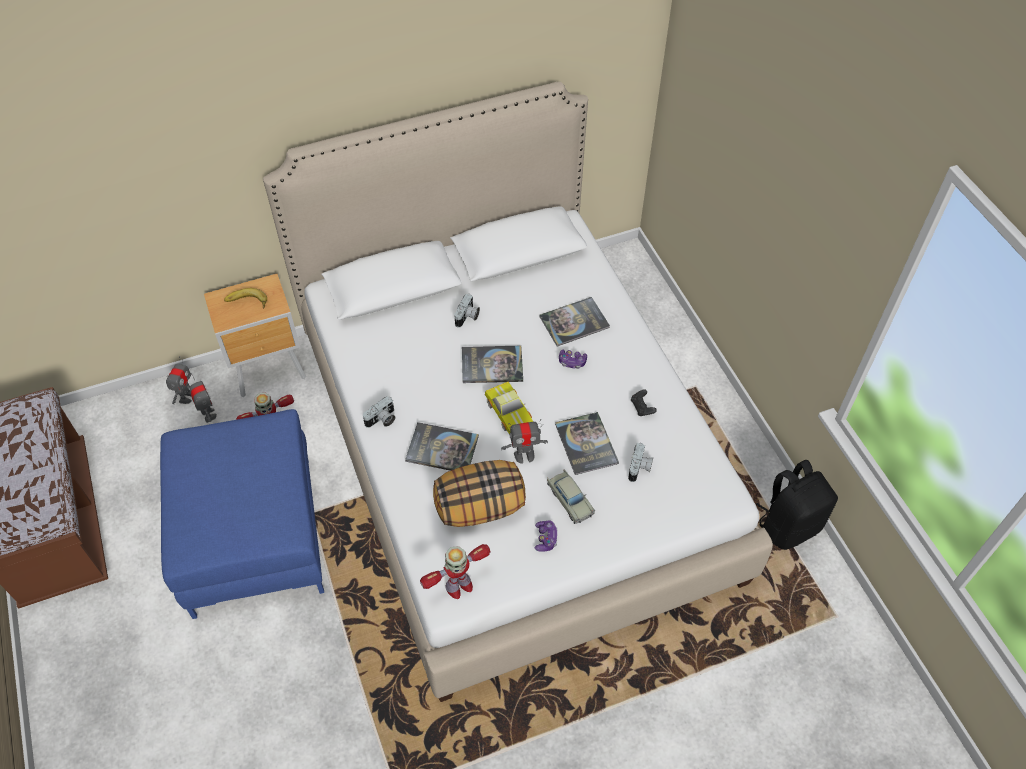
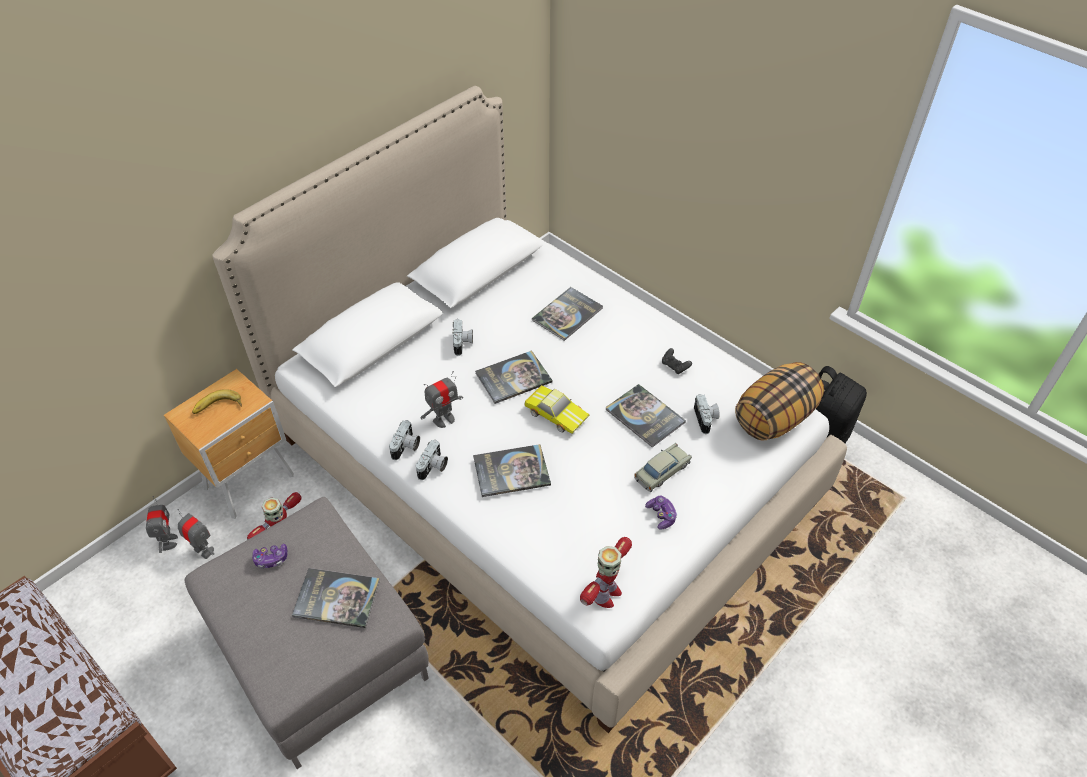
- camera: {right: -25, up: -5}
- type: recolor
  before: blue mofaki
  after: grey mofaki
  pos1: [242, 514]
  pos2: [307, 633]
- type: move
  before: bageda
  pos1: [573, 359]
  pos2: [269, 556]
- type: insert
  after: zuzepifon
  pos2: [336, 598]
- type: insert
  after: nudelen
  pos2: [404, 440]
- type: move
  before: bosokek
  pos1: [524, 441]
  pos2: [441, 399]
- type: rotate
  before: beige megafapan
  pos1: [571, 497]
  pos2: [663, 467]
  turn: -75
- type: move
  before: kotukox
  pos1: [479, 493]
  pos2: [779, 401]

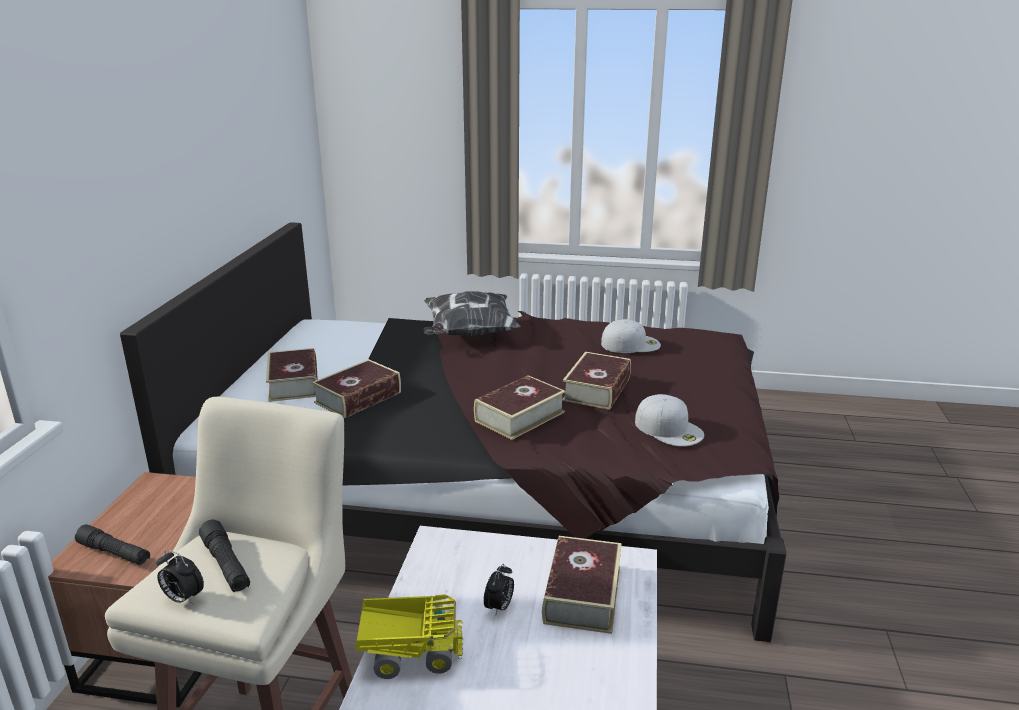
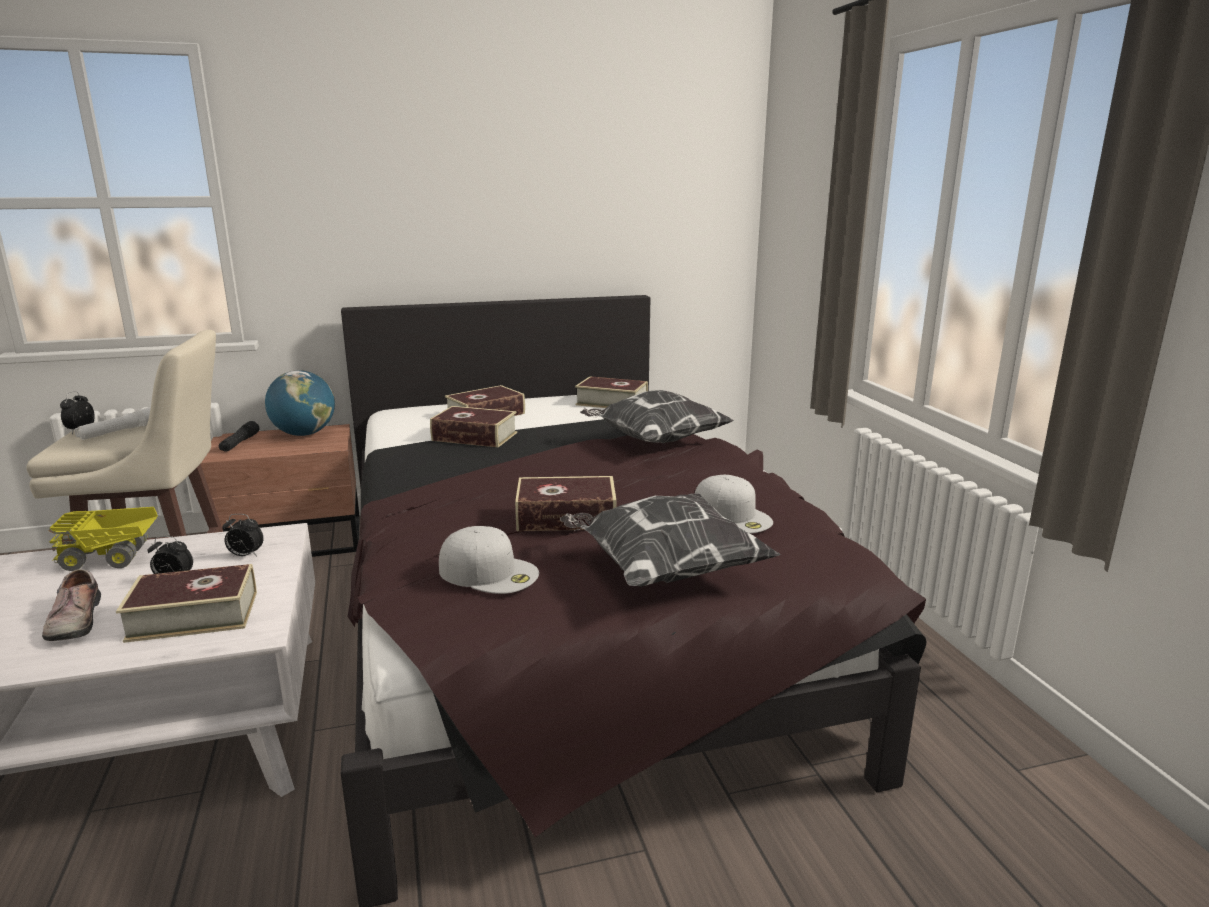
- camera: {right: 65, up: -5}
- type: insert
  after: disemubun
  pos2: [71, 605]
- type: rotate
  before: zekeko
  pos1: [409, 636]
  pos2: [103, 539]
  turn: 105
- type: recolor
  before: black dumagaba
  after: white dumagaba
  pos1: [224, 555]
  pos2: [112, 423]
- type: insert
  after: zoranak
  pos2: [243, 535]
- type: insert
  after: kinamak
  pos2: [300, 403]
- type: rotate
  before: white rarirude
  pos1: [669, 420]
  pos2: [489, 560]
  turn: -90
- type: insert
  after: kotukox
  pos2: [670, 540]
- type: move
  before: zuzepifon
  pos1: [519, 407]
  pos2: [611, 392]

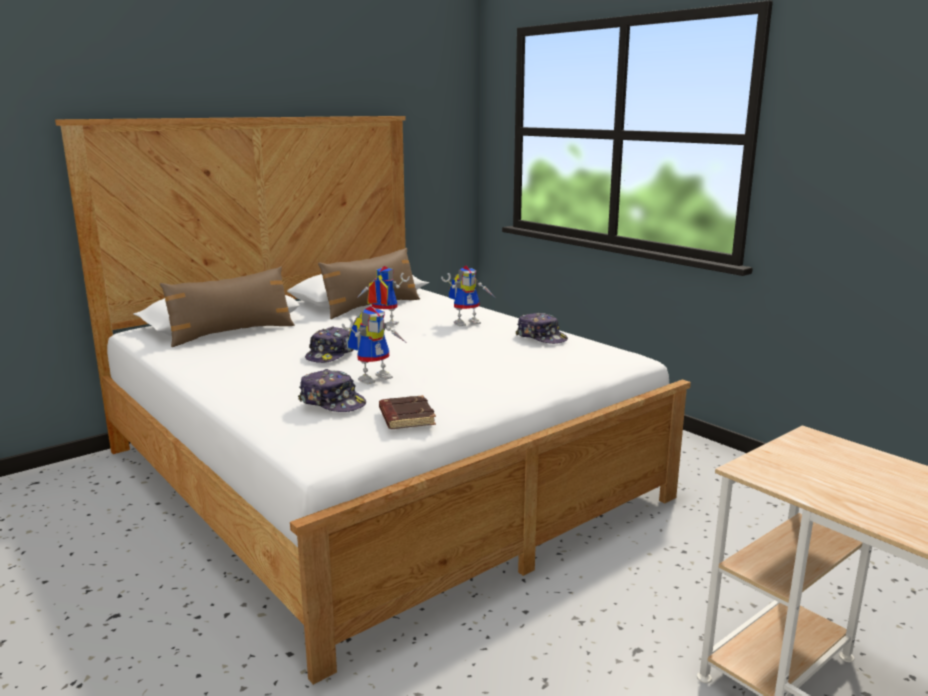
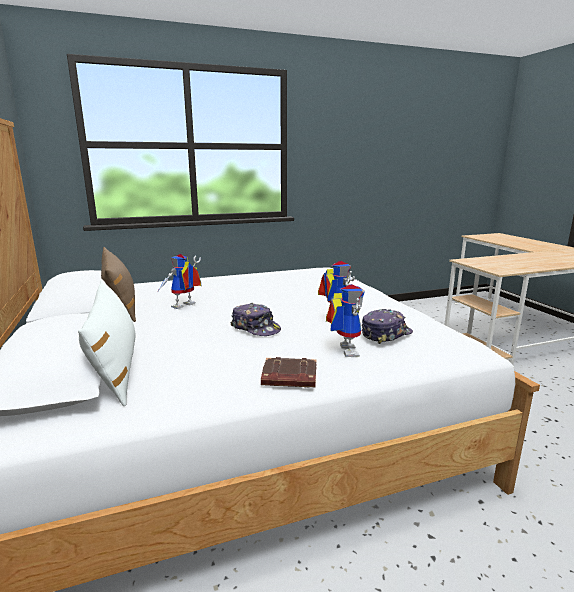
- camera: {right: -70, up: 0}
- type: recolor
  before: brown kotukox
  after: white kotukox
  pos1: [227, 306]
  pos2: [106, 342]
- type: move
  before: brown zuzepifon
  pos1: [407, 412]
  pos2: [289, 372]
- type: move
  before: bosokek
  pos1: [467, 296]
  pos2: [345, 320]
- type: delete
  before: rarirude
  pos1: [541, 328]

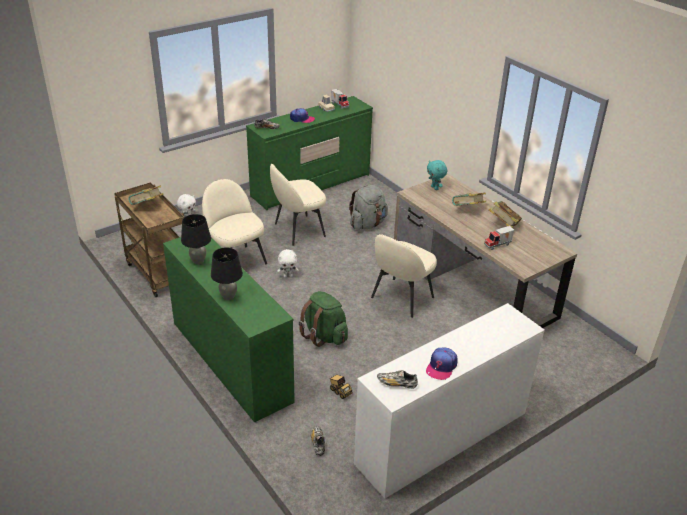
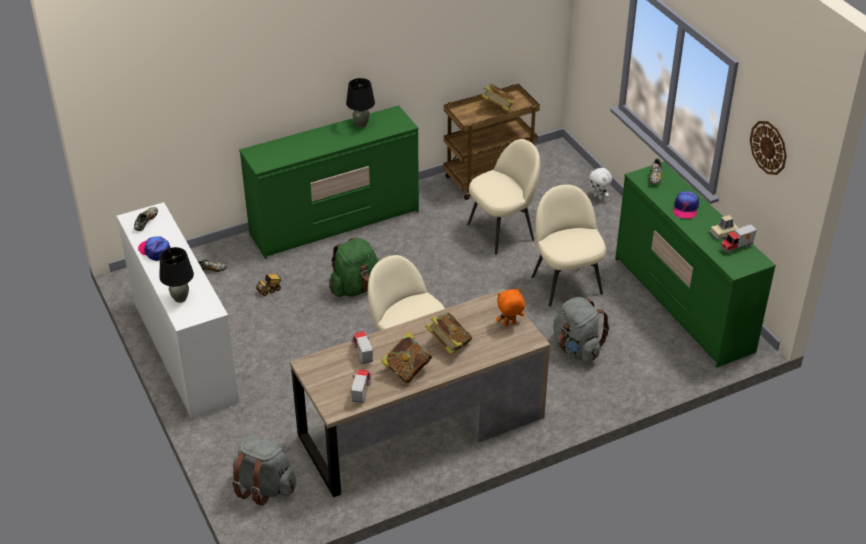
- camera: {right: 100, up: 5}
- type: move
  before: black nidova
  pos1: [227, 273]
  pos2: [176, 275]
- type: insert
  after: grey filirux
  pos2: [264, 471]
- type: insert
  after: zekeko
  pos2: [361, 386]
- type: recolor
  before: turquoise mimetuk
  after: orange mimetuk
  pos1: [437, 175]
  pos2: [510, 307]
- type: insert
  after: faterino
  pos2: [768, 148]
- type: delete
  before: white mimetuk
  pos1: [288, 263]

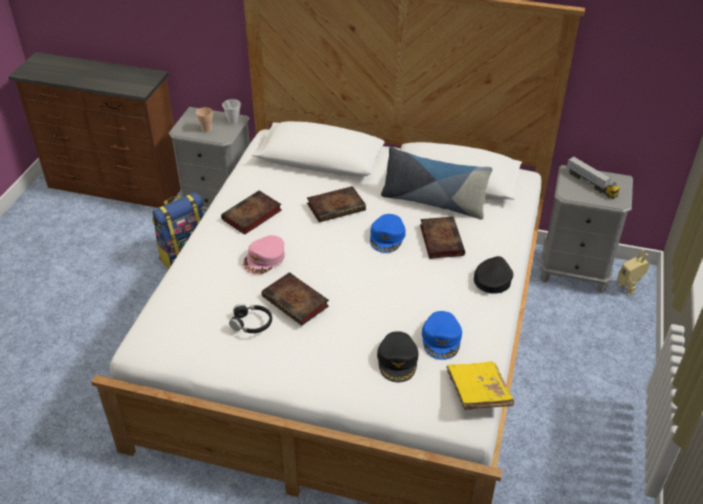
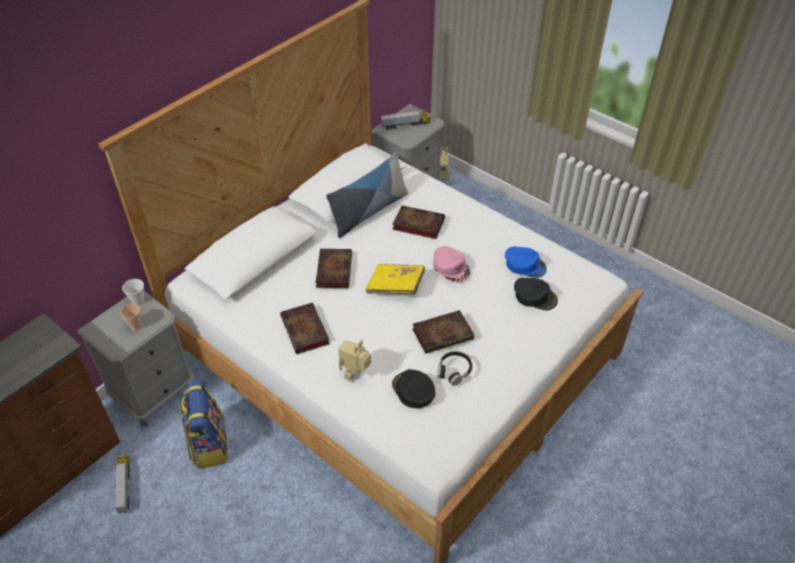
- camera: {right: -65, up: 5}
- type: insert
  after: zekeko
  pos2: [122, 483]
- type: insert
  after: bosokek
  pos2: [354, 360]
- type: move
  before: yellow zuzepifon
  pos1: [480, 385]
  pos2: [395, 279]
- type: move
  before: black rarirude
  pos1: [493, 275]
  pos2: [413, 388]
- type: move
  before: pink rarirude
  pos1: [264, 255]
  pos2: [451, 264]
- type: delete
  before: blue rarirude
  pos1: [388, 233]

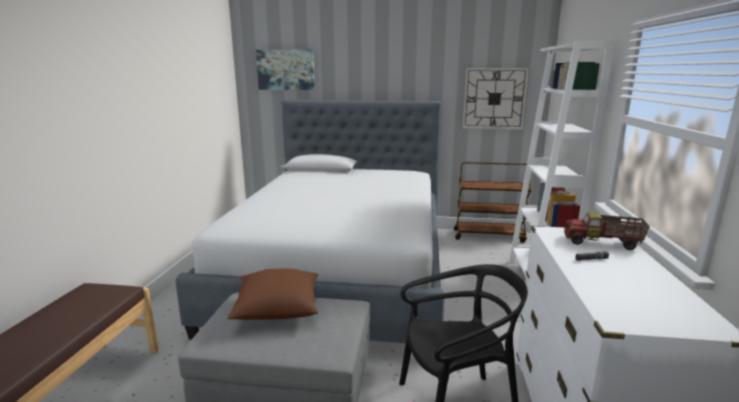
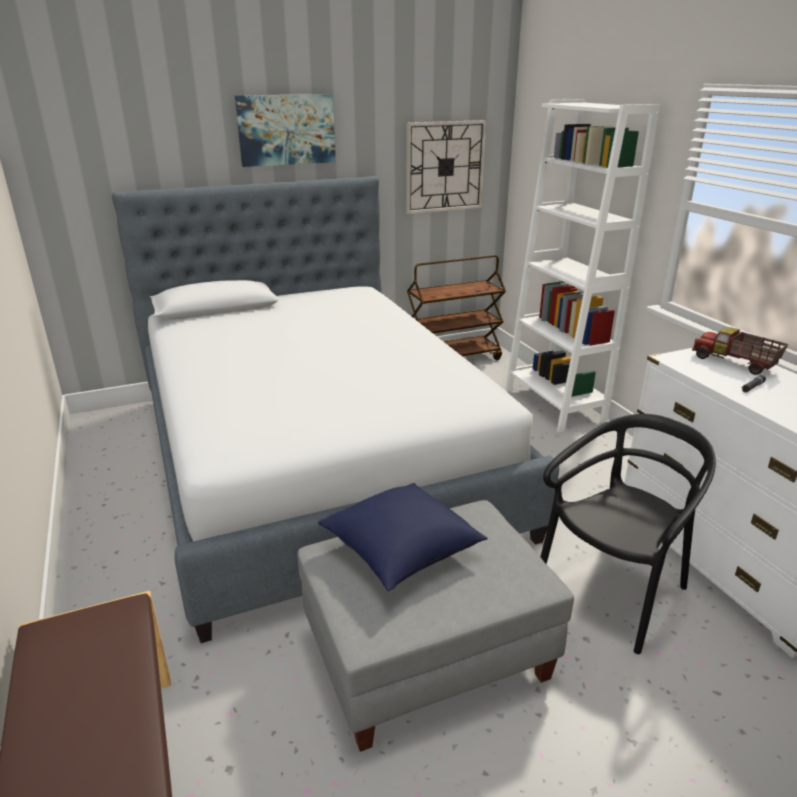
- camera: {right: -30, up: 10}
- type: move
  before: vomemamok
  pos1: [285, 70]
  pos2: [285, 130]
- type: recolor
  before: brown kotukox
  after: blue kotukox
  pos1: [272, 294]
  pos2: [402, 537]
- type: rotate
  before: zekeko
  pos1: [607, 231]
  pos2: [740, 351]
  turn: 60

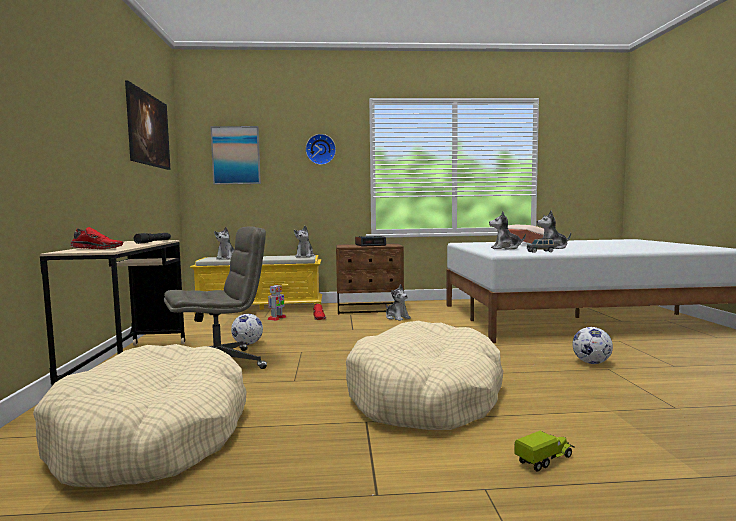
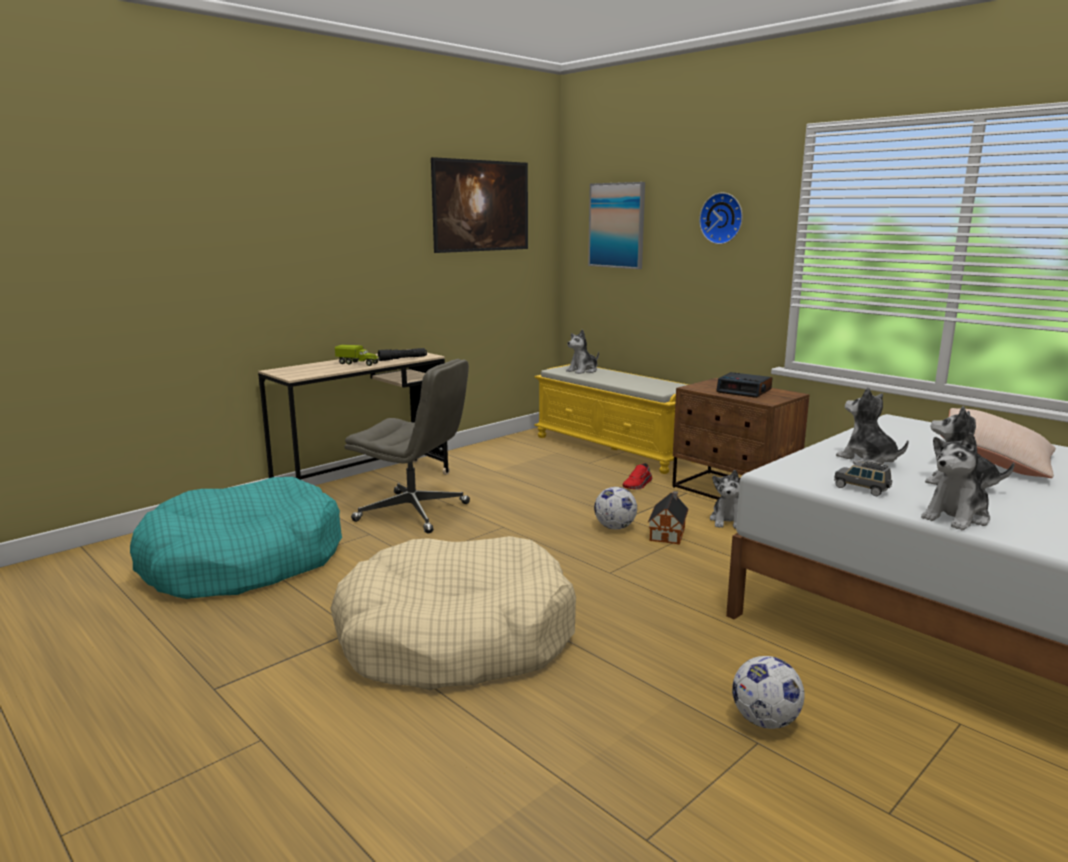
- camera: {right: 50, up: 10}
- type: recolor
  before: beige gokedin
  after: turquoise gokedin
  pos1: [140, 415]
  pos2: [236, 538]
- type: move
  before: zekeko
  pos1: [544, 451]
  pos2: [357, 355]
- type: move
  before: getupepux
  pos1: [247, 329]
  pos2: [615, 508]
- type: insert
  after: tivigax
  pos2: [668, 518]
- type: move
  before: mimetuk
  pos1: [304, 241]
  pos2: [955, 482]
- type: delete
  before: red disemubun
  pos1: [96, 238]
- type: delete
  before: bosokek
  pos1: [276, 302]

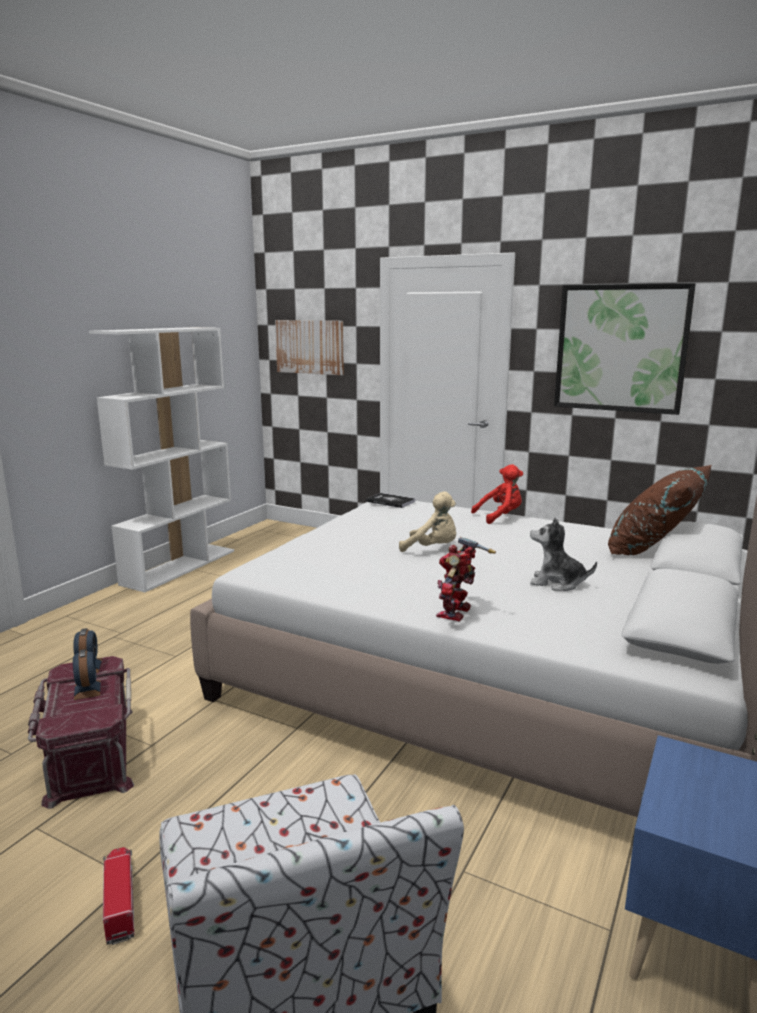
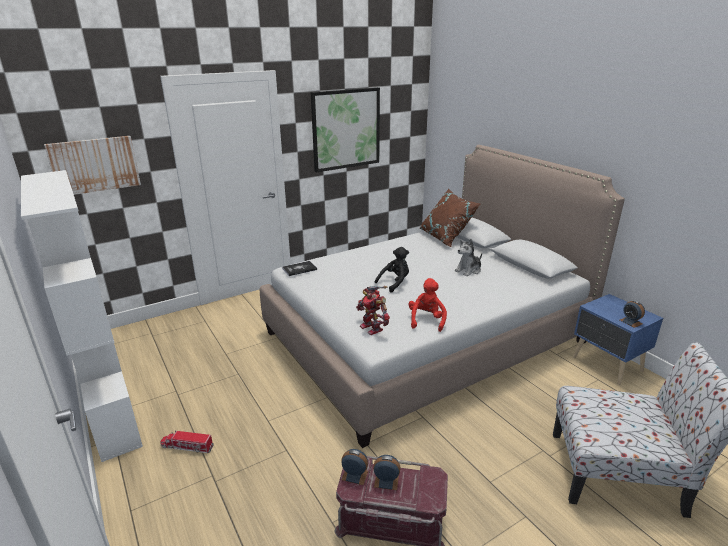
- camera: {right: -60, up: 10}
- type: move
  before: zekeko
  pos1: [118, 896]
  pos2: [187, 441]
- type: move
  before: bosokek
  pos1: [466, 579]
  pos2: [373, 310]
- type: recolor
  before: beige mimetuk
  after: black mimetuk
  pos1: [427, 521]
  pos2: [392, 269]
- type: move
  before: red mimetuk
  pos1: [497, 494]
  pos2: [427, 305]
- type: insert
  after: zoranak
  pos2: [632, 314]

